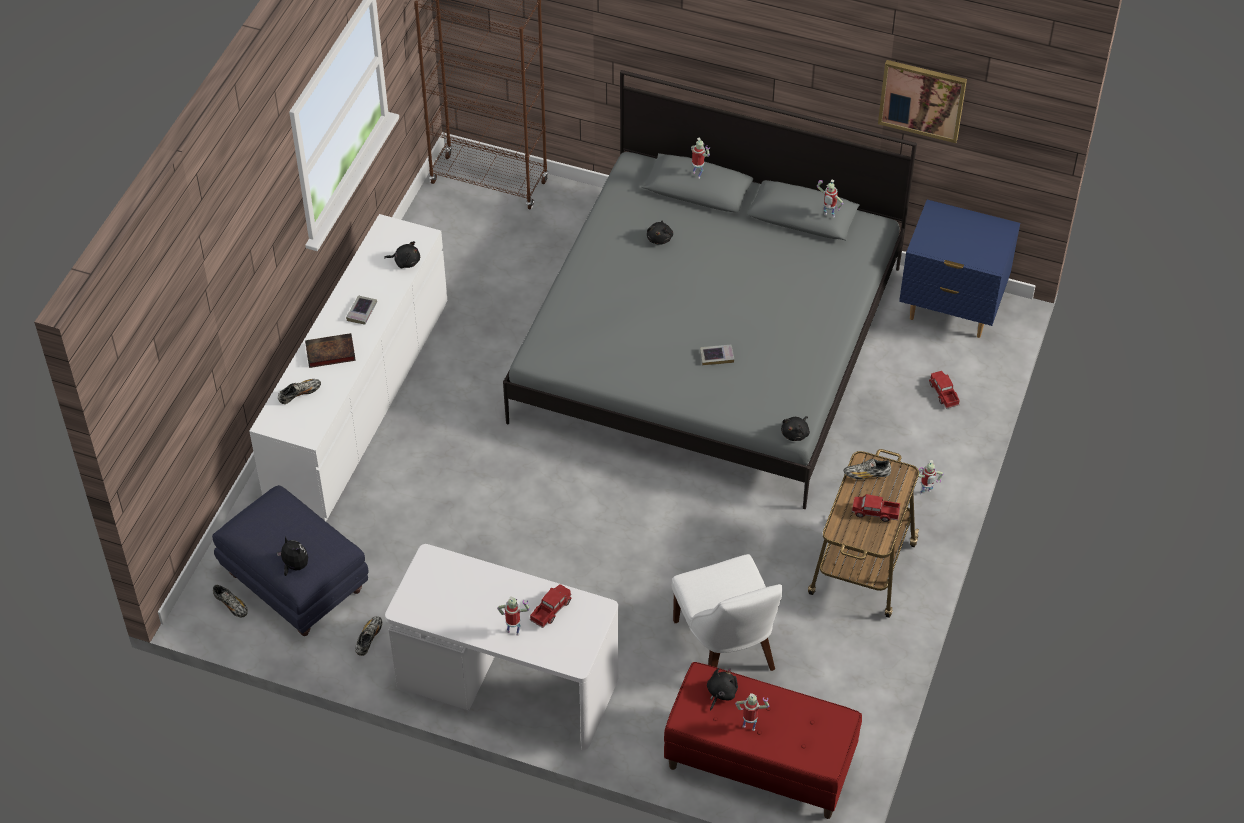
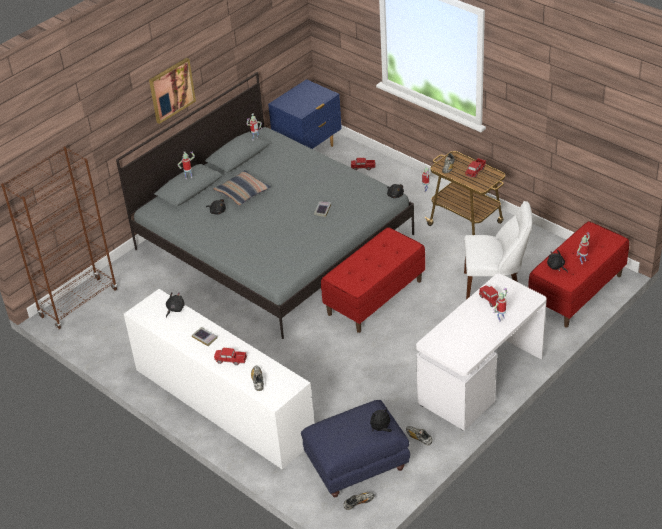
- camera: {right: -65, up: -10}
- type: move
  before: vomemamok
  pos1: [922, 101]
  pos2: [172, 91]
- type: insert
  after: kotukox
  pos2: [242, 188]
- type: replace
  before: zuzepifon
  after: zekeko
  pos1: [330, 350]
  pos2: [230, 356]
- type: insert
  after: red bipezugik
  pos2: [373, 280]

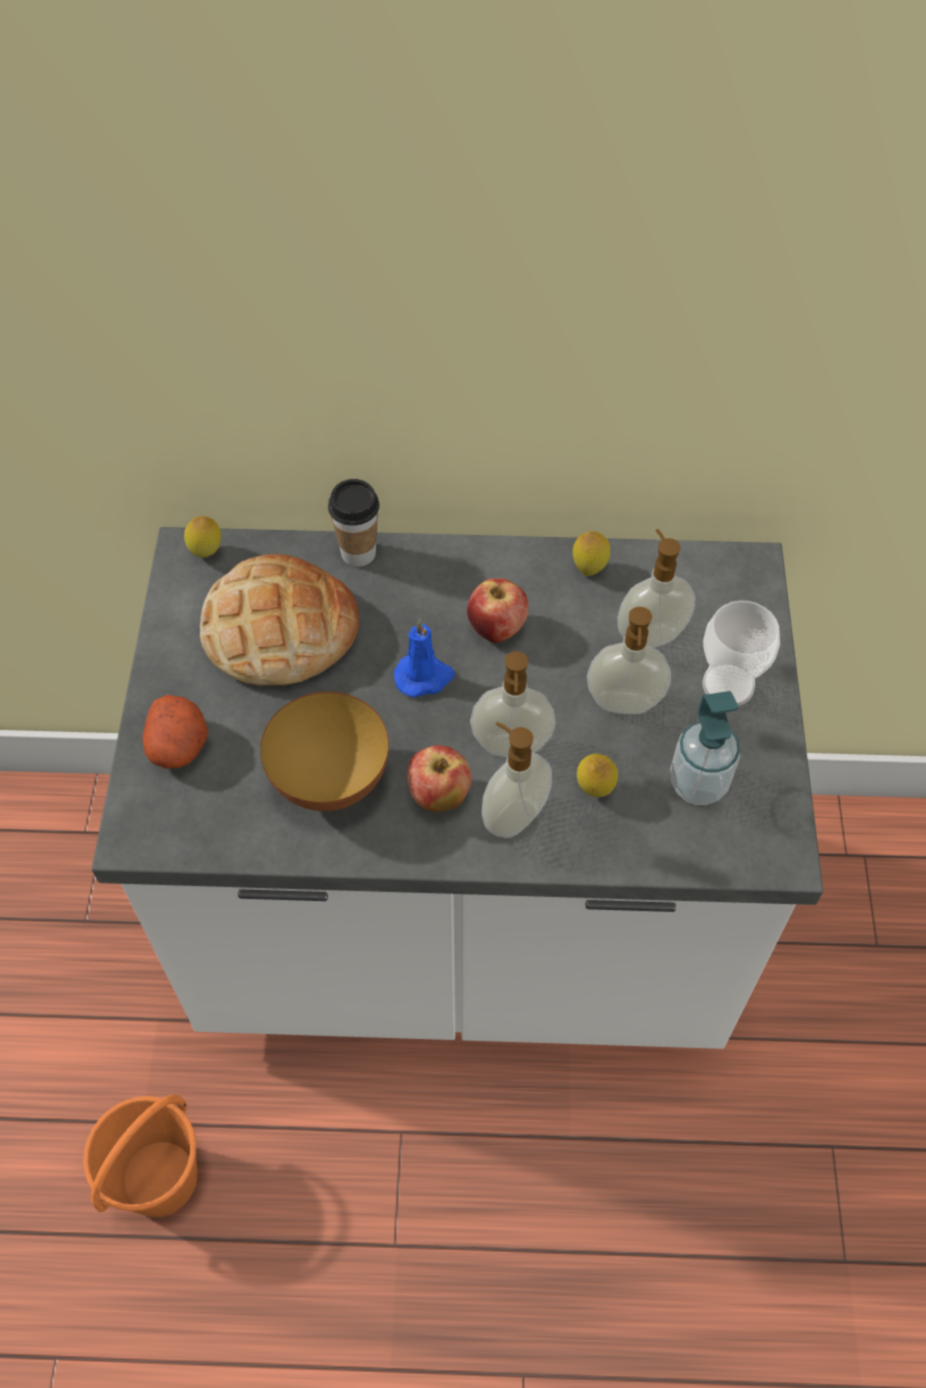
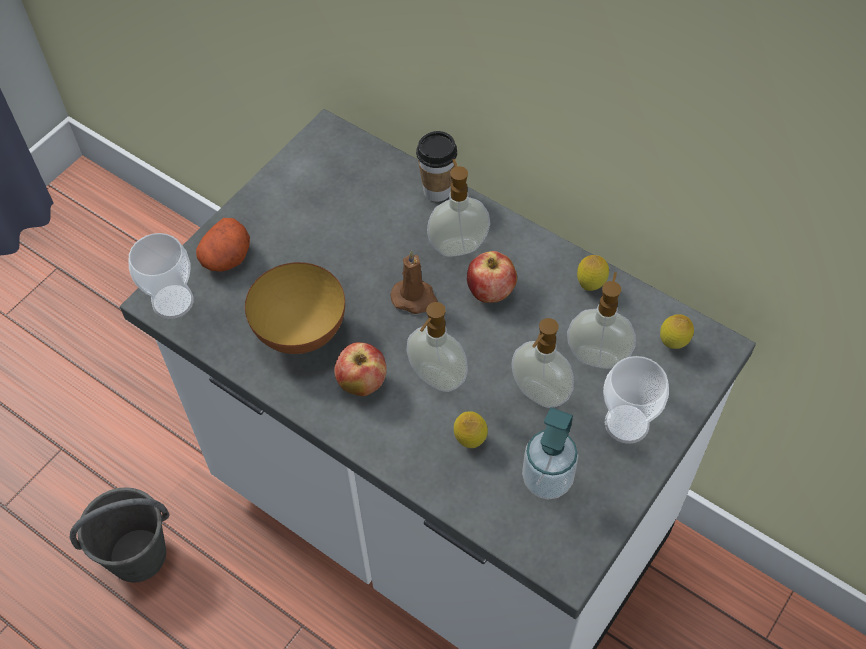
- camera: {right: 35, up: 0}
- type: recolor
  before: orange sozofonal
  after: grey sozofonal
  pos1: [140, 1156]
  pos2: [119, 535]
- type: insert
  after: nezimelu
  pos2: [161, 276]
- type: recolor
  before: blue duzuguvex
  after: brown duzuguvex
  pos1: [424, 658]
  pos2: [414, 282]
- type: move
  before: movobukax
  pos1: [517, 780]
  pos2: [458, 208]
- type: move
  before: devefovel
  pos1: [202, 537]
  pos2: [677, 331]
- type: delete
  before: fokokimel
  pos1: [279, 620]

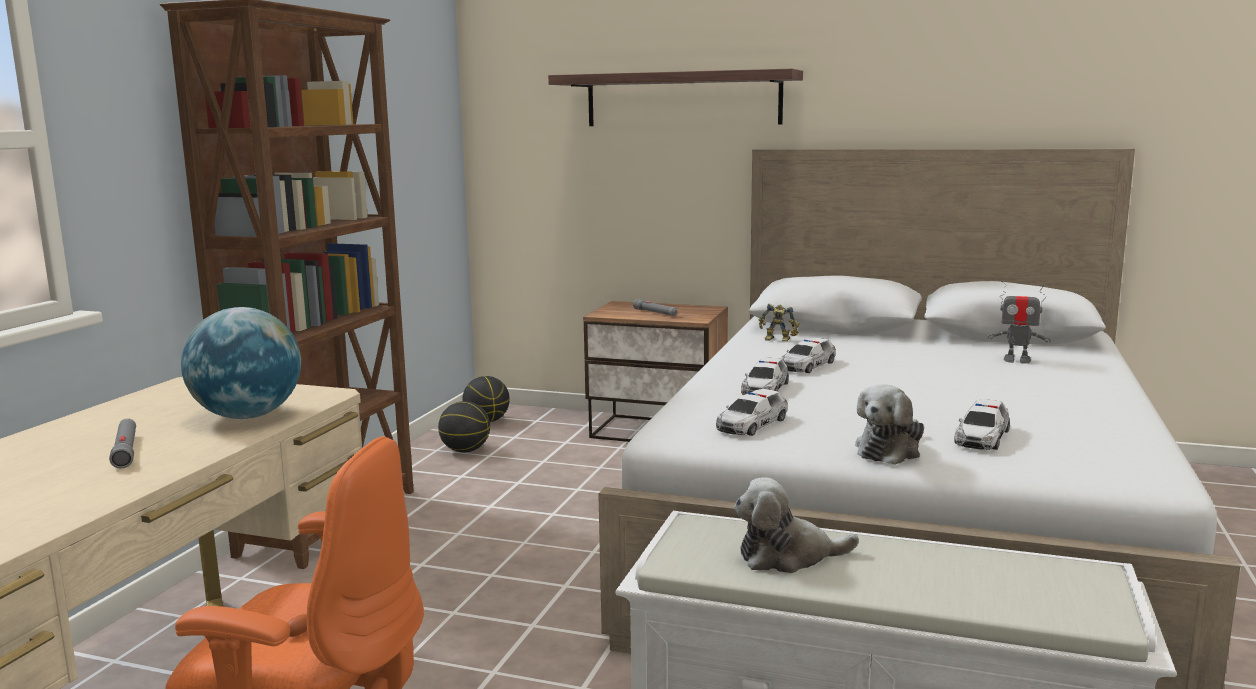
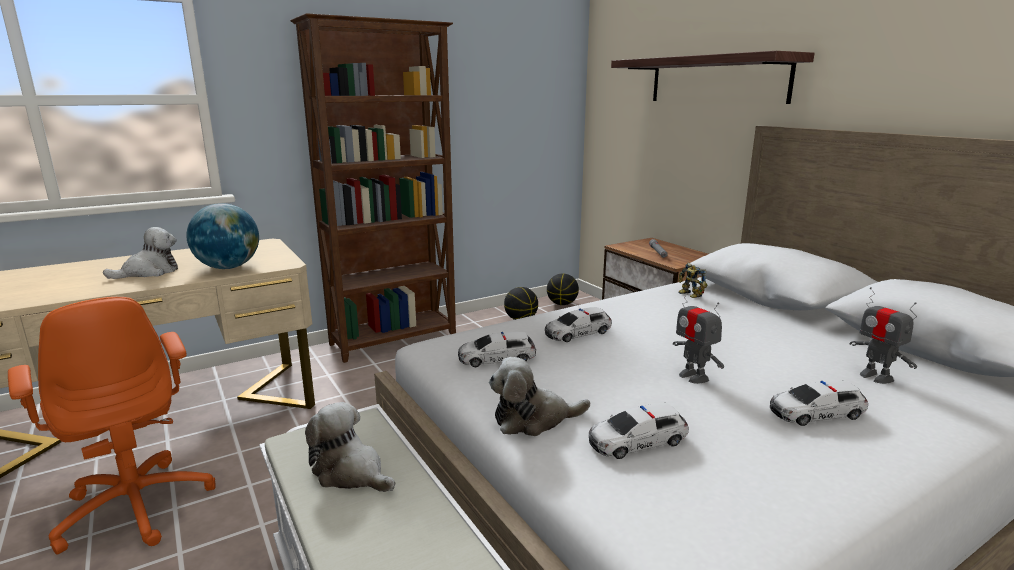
- camera: {right: 40, up: 5}
- type: replace
  before: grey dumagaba
  after: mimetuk
  pos1: [122, 443]
  pos2: [140, 253]
- type: insert
  after: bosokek
  pos2: [698, 335]
- type: move
  before: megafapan
  pos1: [808, 355]
  pos2: [819, 403]

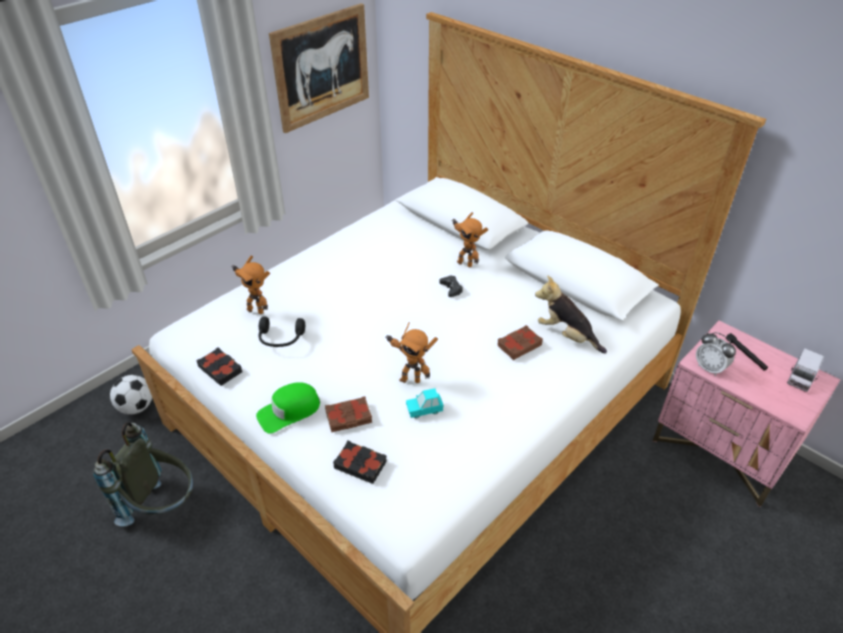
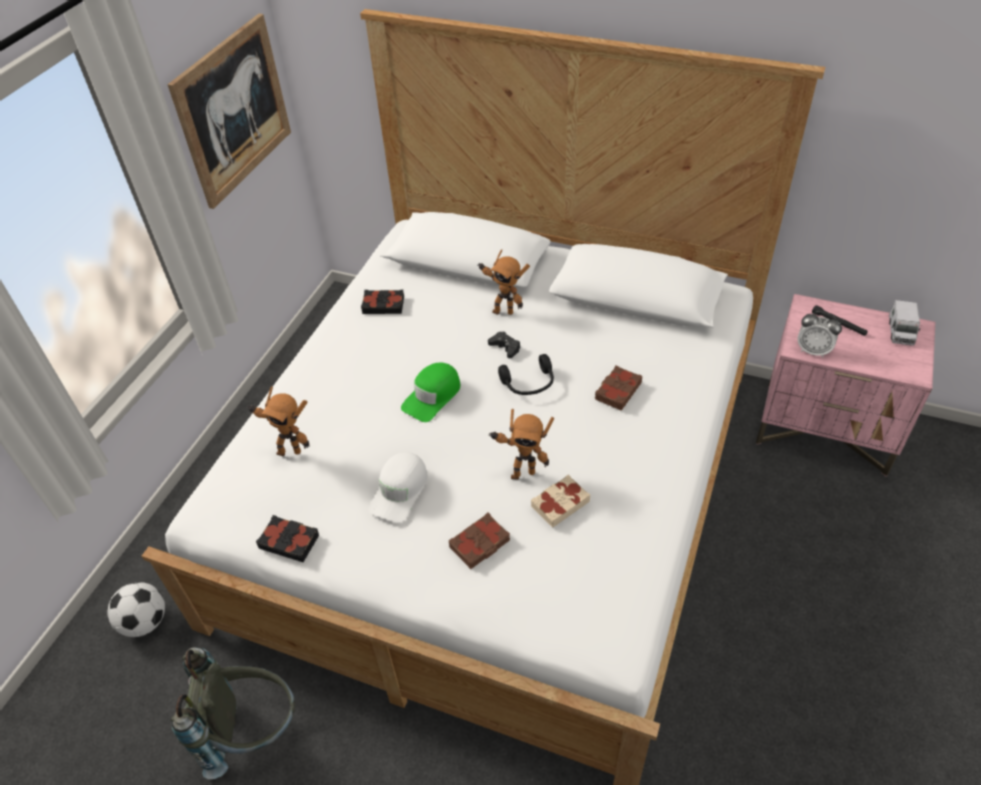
- camera: {right: -20, up: 5}
- type: move
  before: black zuzepifon
  pos1: [360, 462]
  pos2: [382, 302]
- type: insert
  after: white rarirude
  pos2: [398, 487]
- type: move
  before: green rarirude
  pos1: [288, 408]
  pos2: [431, 392]
- type: move
  before: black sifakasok
  pos1: [282, 332]
  pos2: [526, 374]
- type: replace
  before: turquoise megafapan
  after: beige zuzepifon
  pos1: [425, 403]
  pos2: [560, 501]
- type: delete
  before: mimetuk
  pos1: [571, 314]

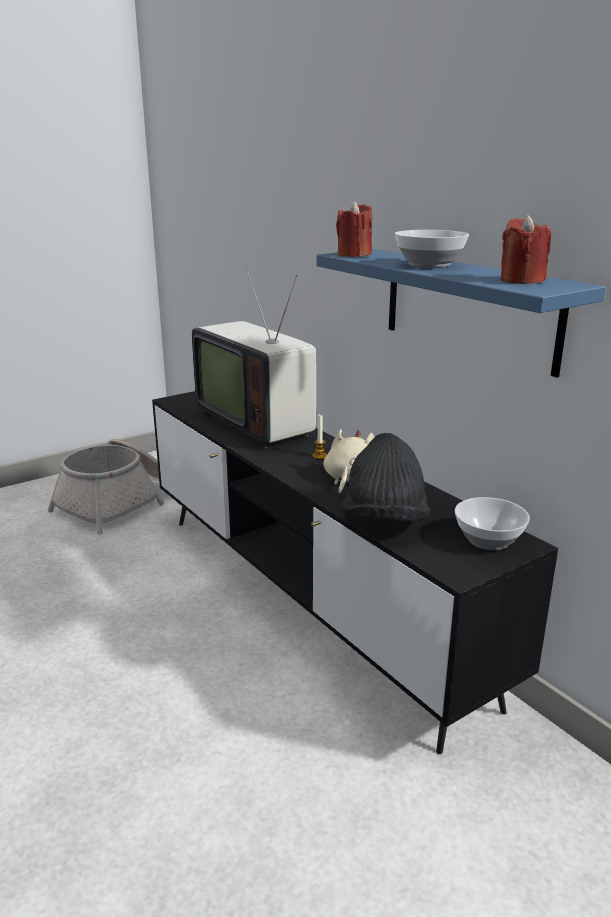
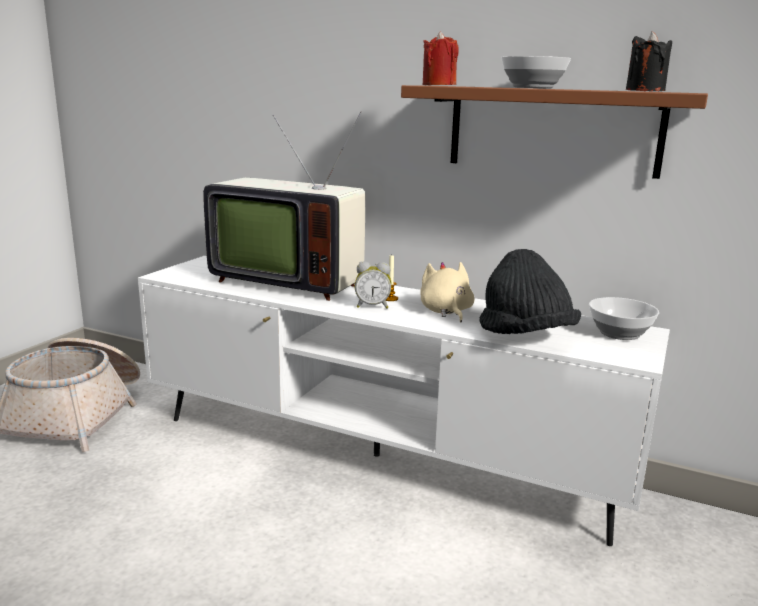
- camera: {right: -30, up: -5}
- type: recolor
  before: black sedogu
  after: white sedogu
  pos1: [355, 572]
  pos2: [404, 401]
- type: insert
  after: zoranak
  pos2: [373, 285]
- type: recolor
  before: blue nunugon
  after: brown nunugon
  pos1: [461, 313]
  pos2: [554, 132]
- type: recolor
  before: red duzuguvex
  after: black duzuguvex
  pos1: [526, 249]
  pos2: [649, 61]

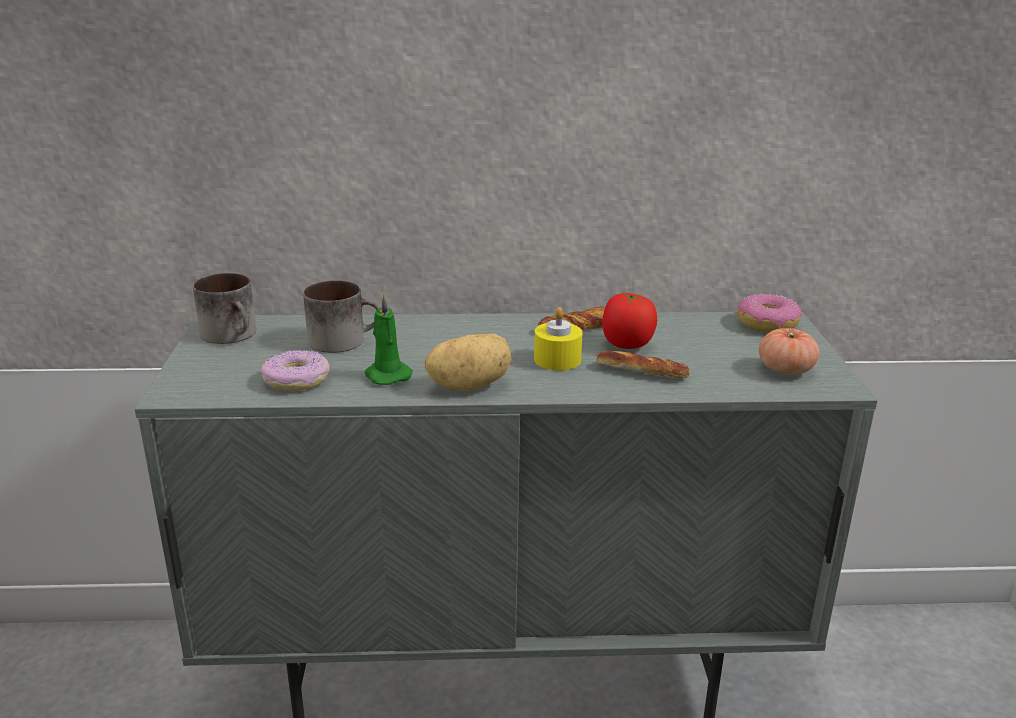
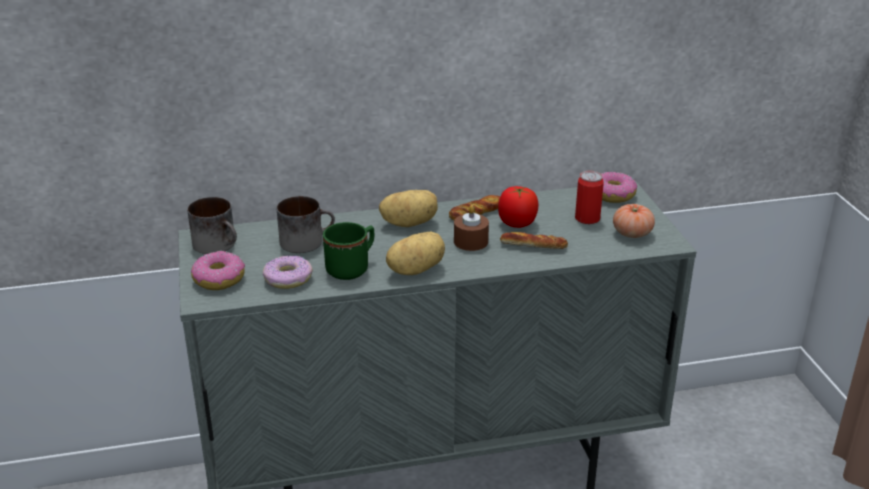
- camera: {right: -10, up: 5}
- type: insert
  after: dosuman
  pos2: [218, 270]
- type: replace
  before: green duzuguvex
  after: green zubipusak
  pos1: [389, 339]
  pos2: [348, 251]
- type: insert
  after: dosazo
  pos2: [408, 208]
- type: recolor
  before: yellow duzuguvex
  after: brown duzuguvex
  pos1: [558, 338]
  pos2: [471, 228]
- type: insert
  after: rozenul
  pos2: [589, 197]

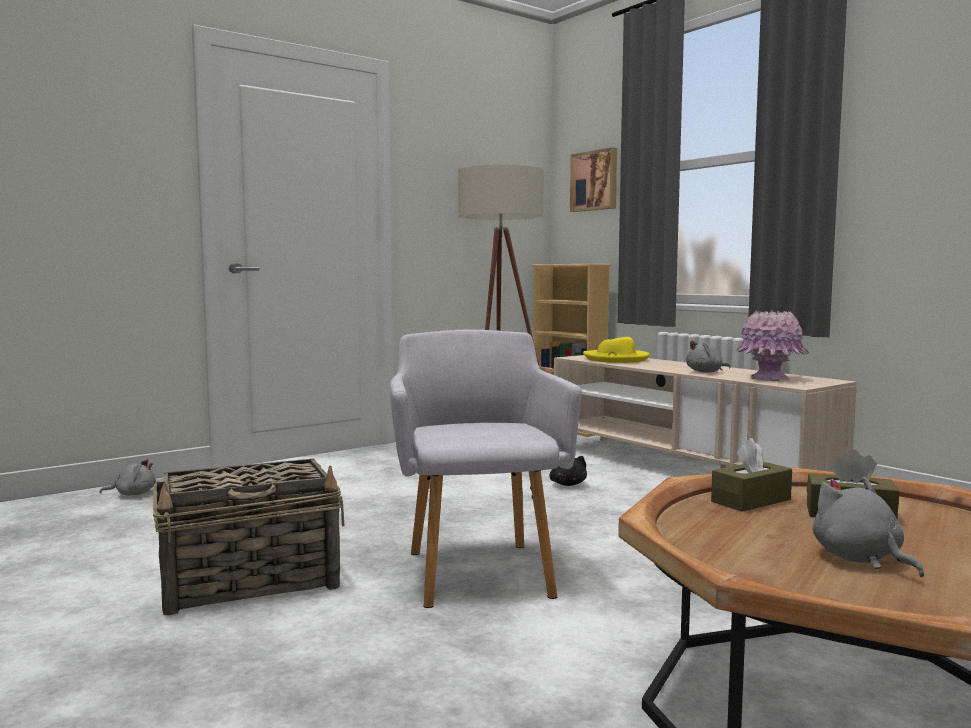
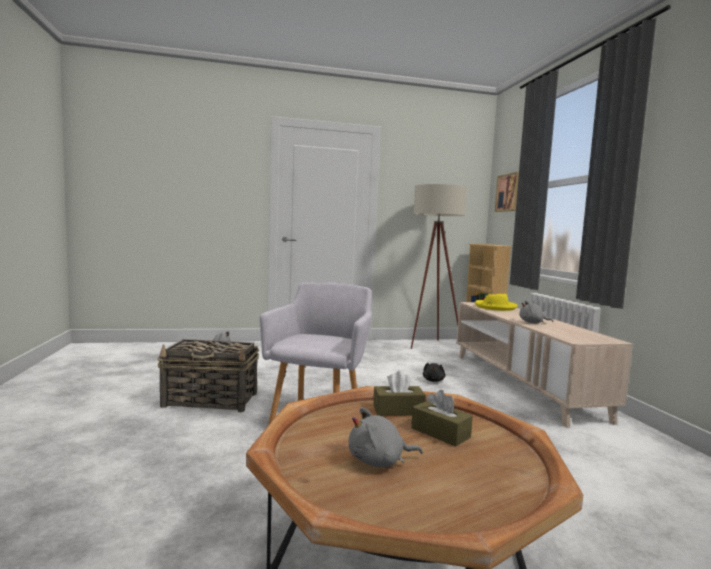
- camera: {right: 25, up: 0}
- type: rotate
  before: grey mimetuk
  pos1: [868, 527]
  pos2: [386, 437]
  turn: -105
- type: delete
  before: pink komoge
  pos1: [771, 345]

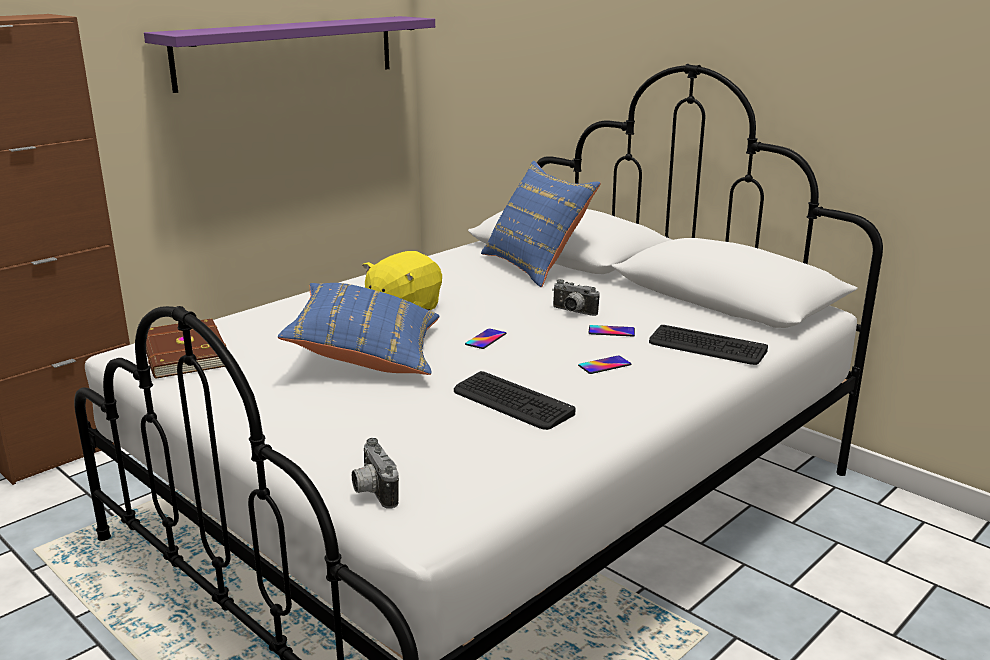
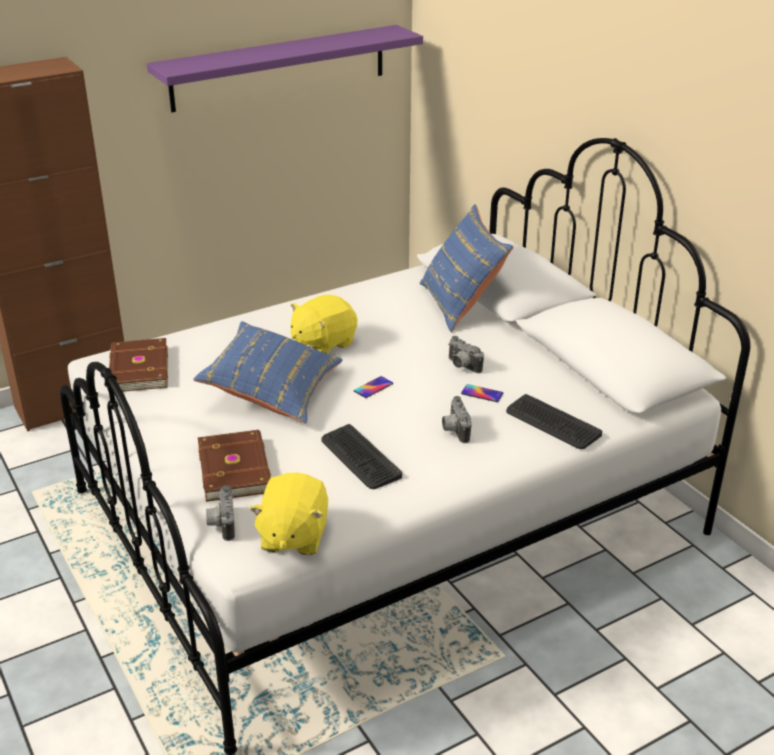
- camera: {right: 15, up: 10}
- type: insert
  after: brown zuzepifon
  pos2: [234, 466]
- type: insert
  after: yellow mimetuk
  pos2: [289, 514]
- type: replace
  before: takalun
  after: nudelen
  pos1: [604, 364]
  pos2: [457, 419]

